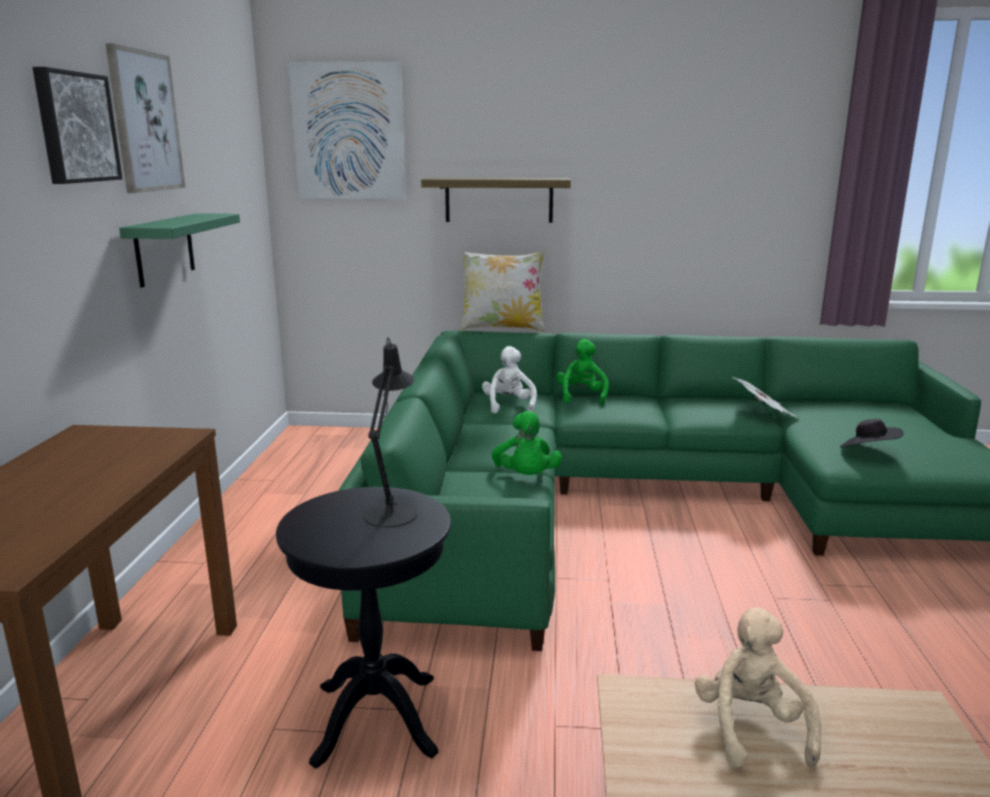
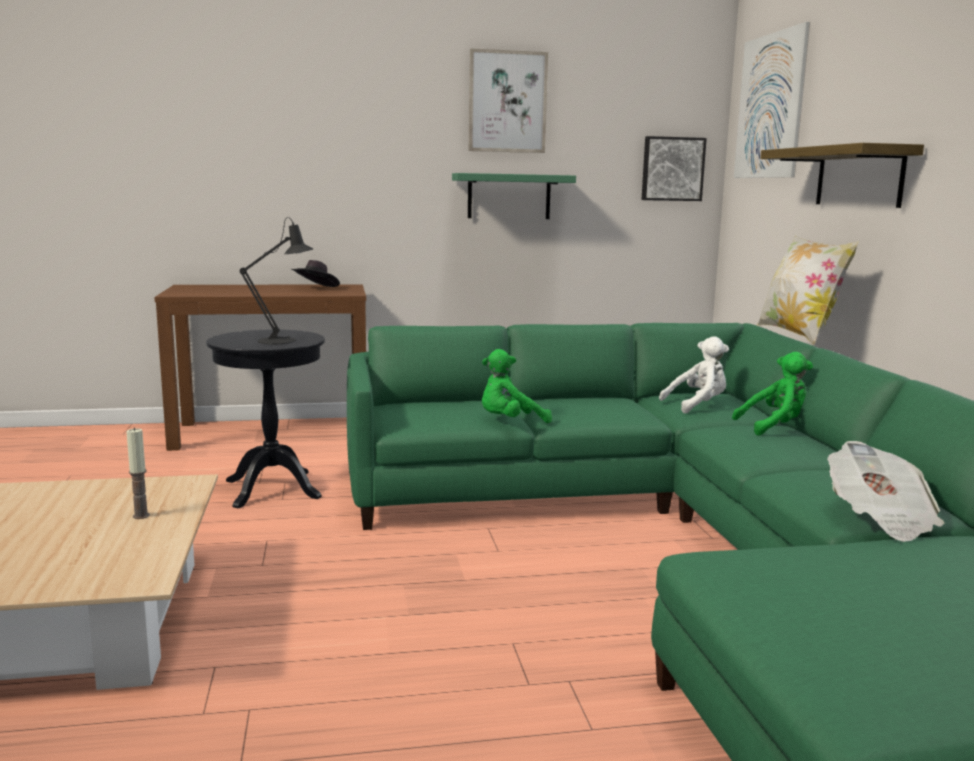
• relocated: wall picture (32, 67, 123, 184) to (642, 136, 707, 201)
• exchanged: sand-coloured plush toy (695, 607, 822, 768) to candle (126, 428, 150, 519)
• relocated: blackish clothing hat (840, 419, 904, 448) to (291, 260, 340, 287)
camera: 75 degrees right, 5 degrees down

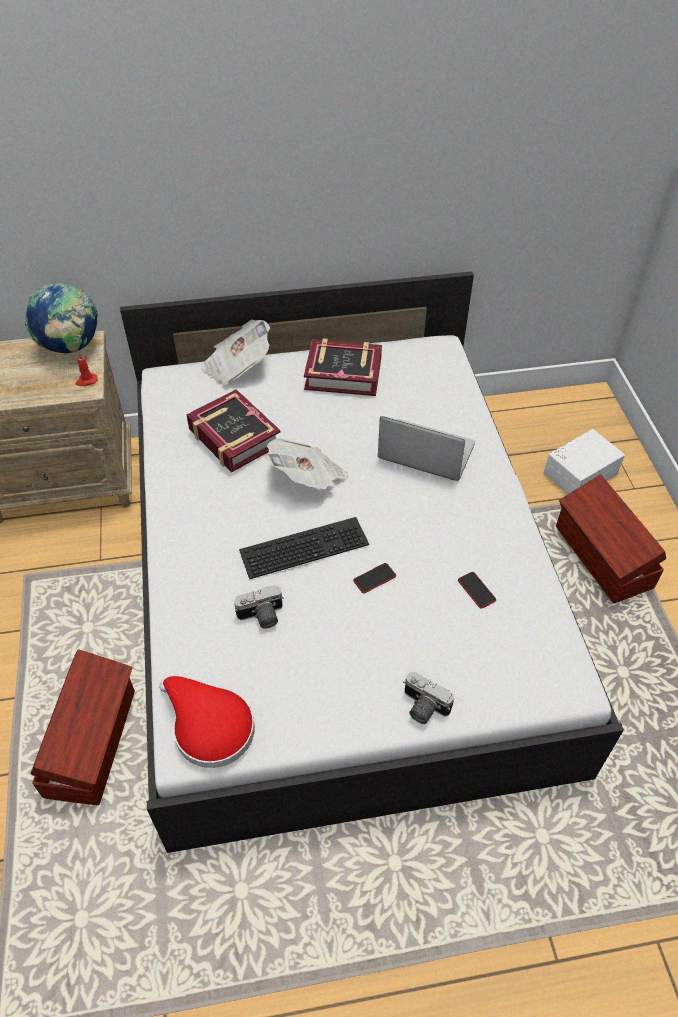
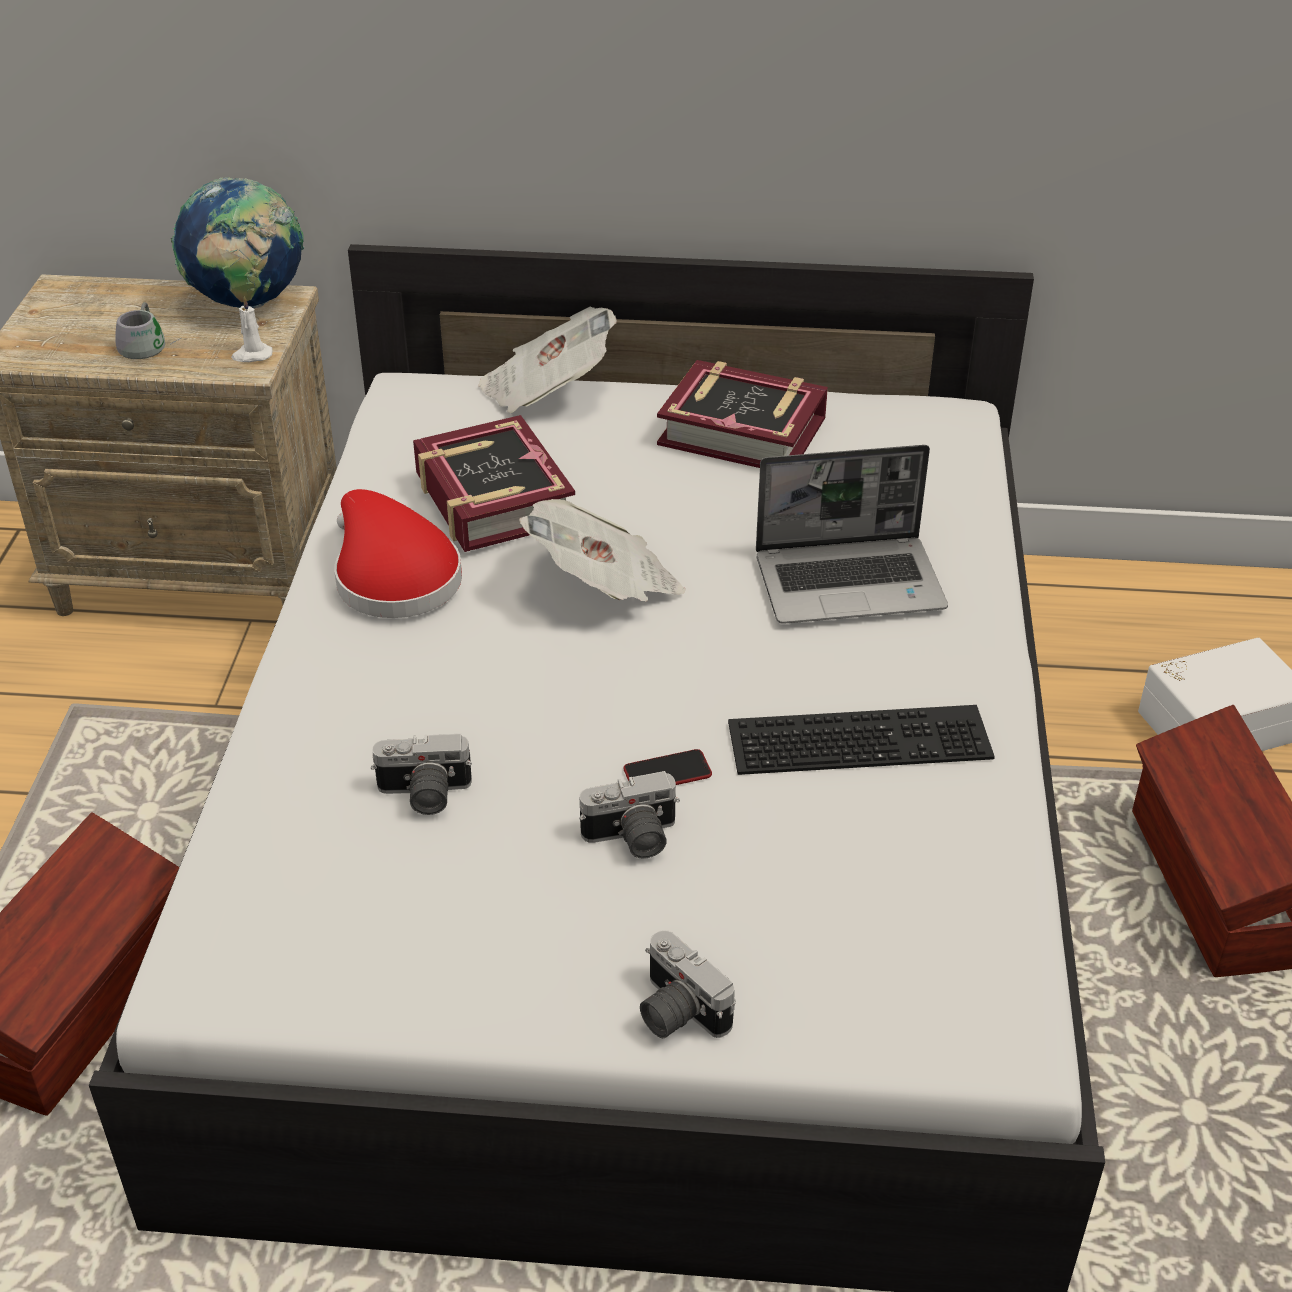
• colour: red candle (76, 353, 98, 386) to whitish candle (231, 296, 273, 362)
• relocated: red clothing hat (159, 676, 255, 768) to (334, 489, 462, 618)
• relocated: computer keyboard (239, 517, 369, 579) to (728, 705, 995, 775)
• spun: notebook computer (378, 416, 475, 481) = (756, 445, 948, 624) 135 degrees clockwise
• missing: phone (458, 572, 496, 609)
• appeared: greyish mug (115, 302, 181, 359)
• appeared: photo camera (579, 771, 680, 859)
camera: 15 degrees right, 10 degrees down

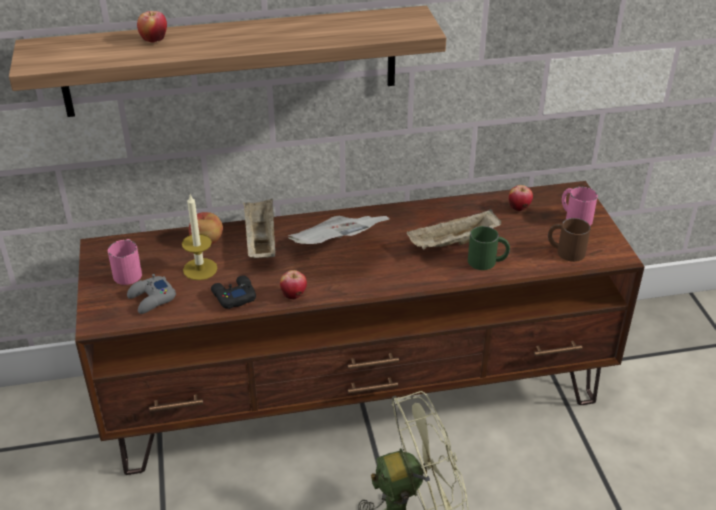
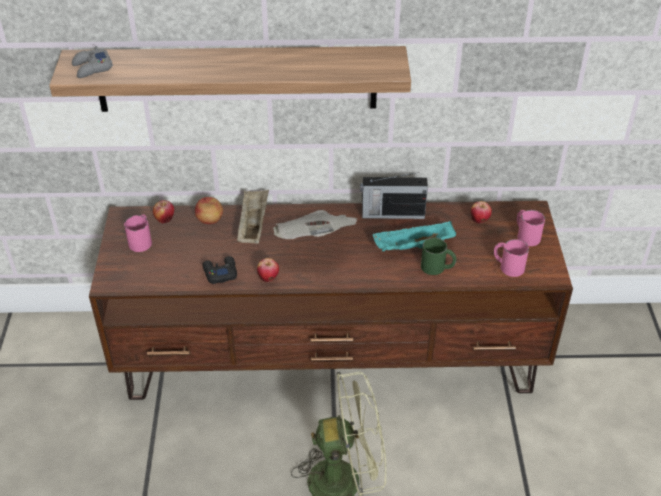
• relocated: greyish gamepad (127, 274, 176, 314) to (72, 46, 113, 78)
• relocated: apple fruit (137, 11, 167, 43) to (153, 200, 174, 223)
• missing: candle (182, 195, 218, 280)
• colour: sand-coloured serving tray (407, 209, 501, 250) to turquoise serving tray (373, 221, 456, 251)
• colour: brown mug (548, 218, 591, 262) to pinkish mug (494, 239, 529, 277)
• appeared: radio set (360, 172, 428, 219)
camera: 10 degrees right, 5 degrees up

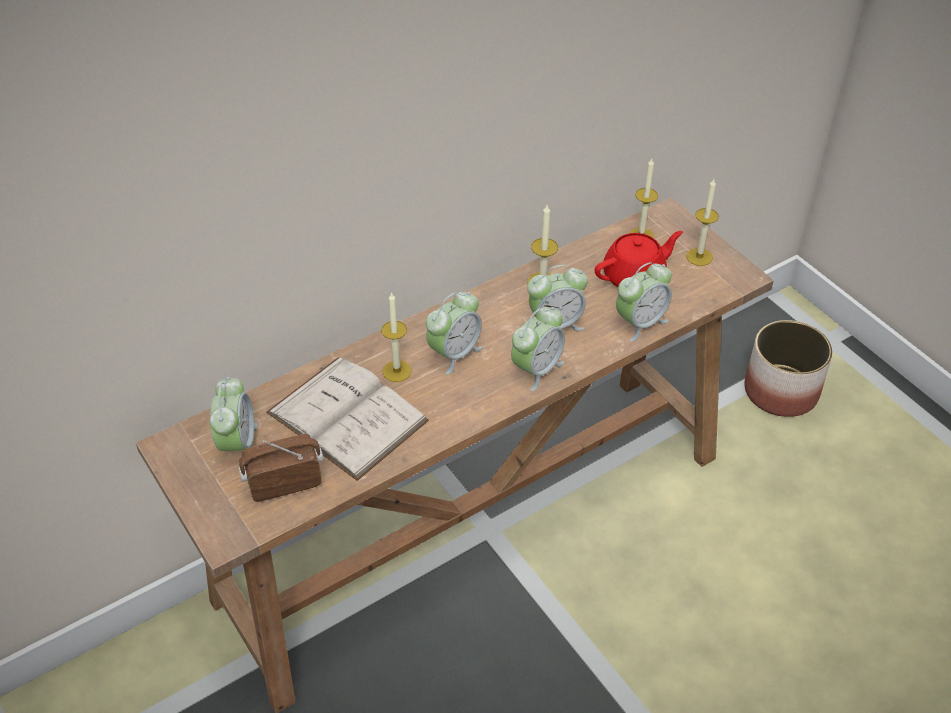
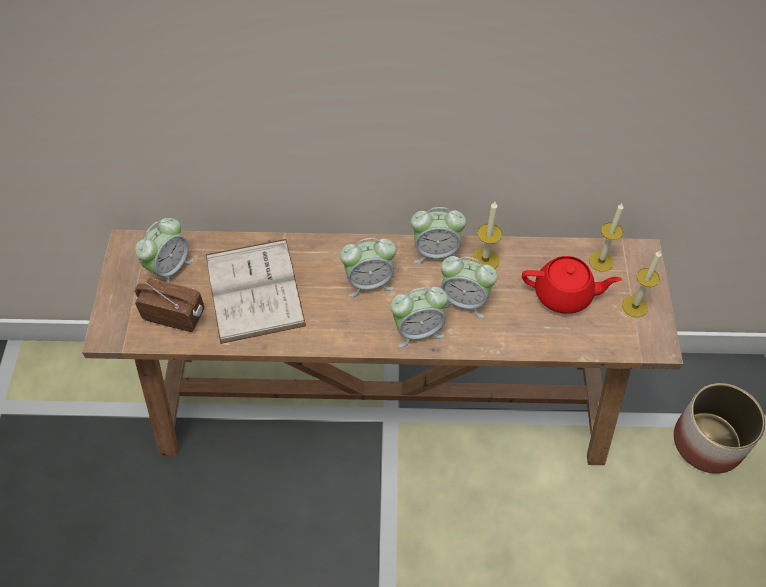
• missing: candle (381, 292, 412, 382)
• relocated: alarm clock (616, 262, 672, 342) to (411, 207, 466, 263)
camera: 35 degrees right, 10 degrees up

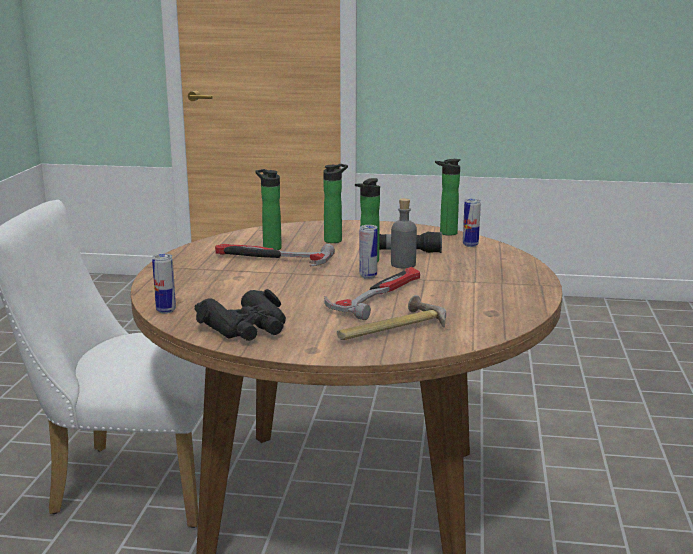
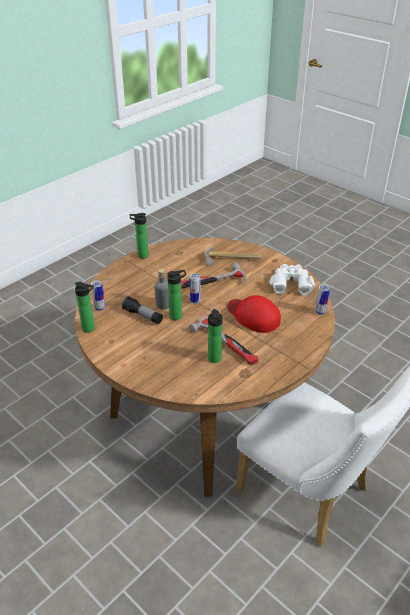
• colour: blackish pair of binoculars (195, 289, 286, 341) to whitish pair of binoculars (270, 264, 315, 295)
• relocated: drink bottle (323, 164, 348, 243) to (130, 213, 149, 259)
• appeared: red cap (227, 295, 281, 333)
camera: 145 degrees left, 20 degrees up

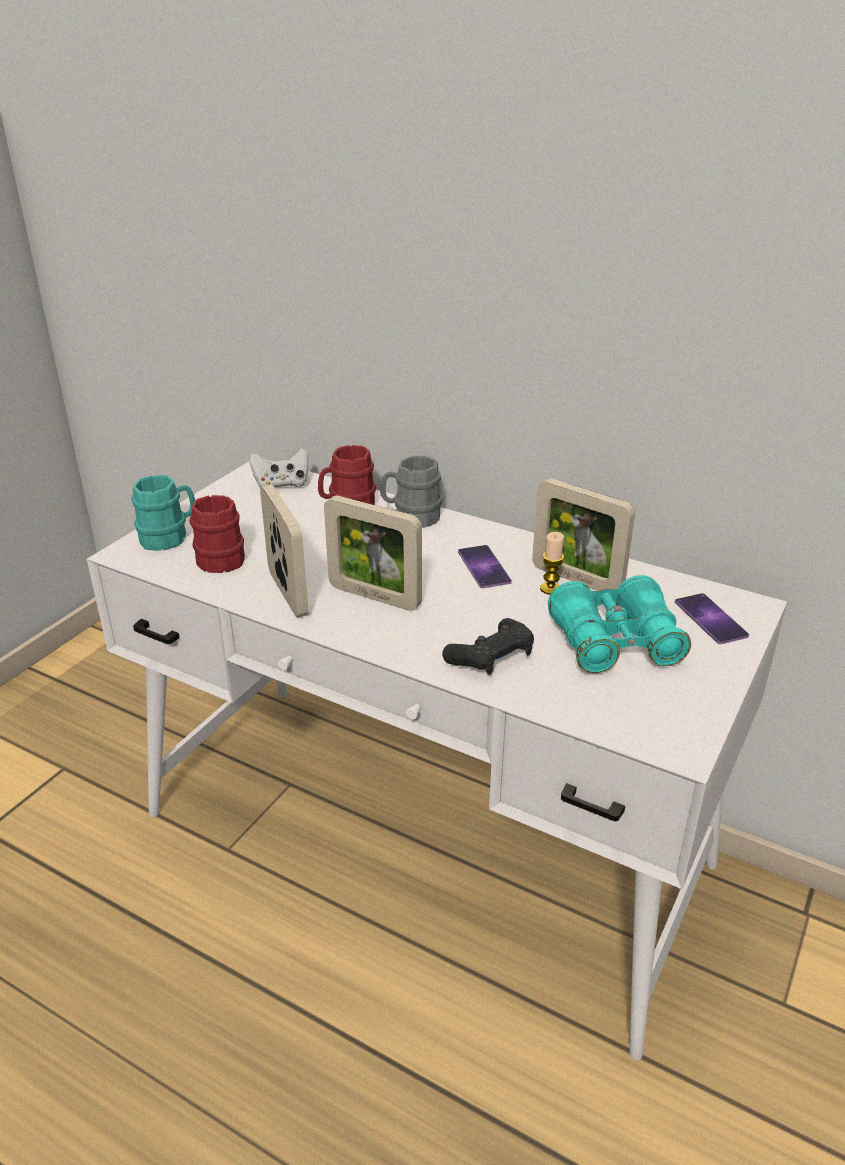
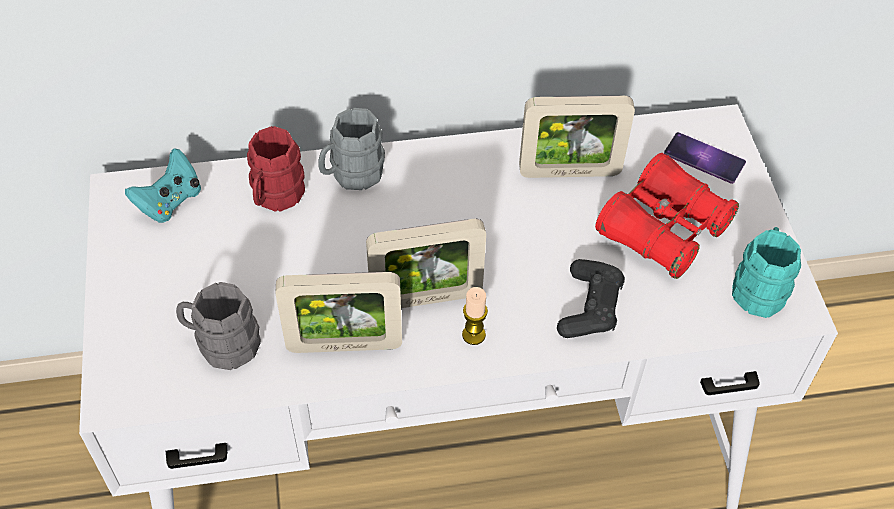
• relocated: turquoise mug (131, 475, 195, 551) to (732, 227, 801, 318)
• colour: red mug (189, 495, 245, 573) to greyish mug (176, 282, 261, 370)
• colour: whitish gamepad (249, 448, 309, 487) to turquoise gamepad (125, 148, 201, 223)
• spun: picture frame (260, 485, 308, 618) = (275, 272, 402, 353) 150 degrees clockwise
• missing: phone (458, 545, 512, 588)
• relocated: candle (540, 532, 564, 595) to (462, 287, 488, 345)
• colour: turquoise pair of binoculars (548, 575, 691, 673) to red pair of binoculars (595, 153, 739, 279)
camera: 40 degrees left, 20 degrees up

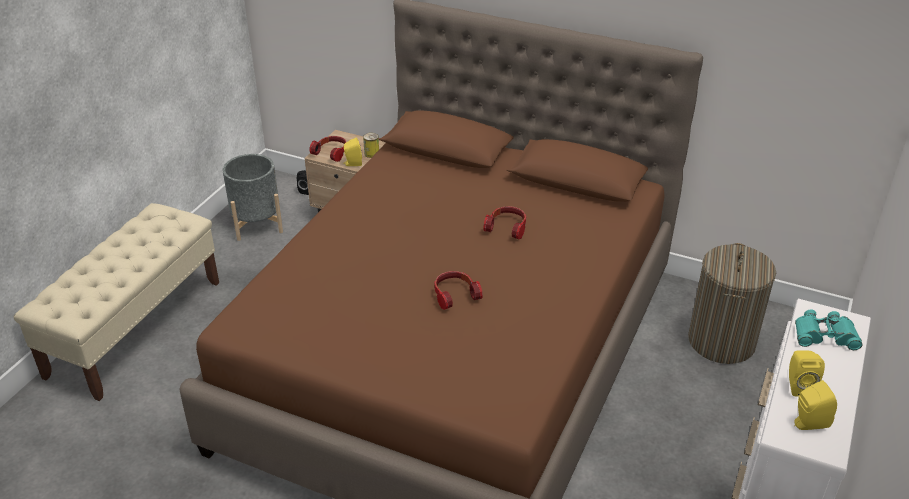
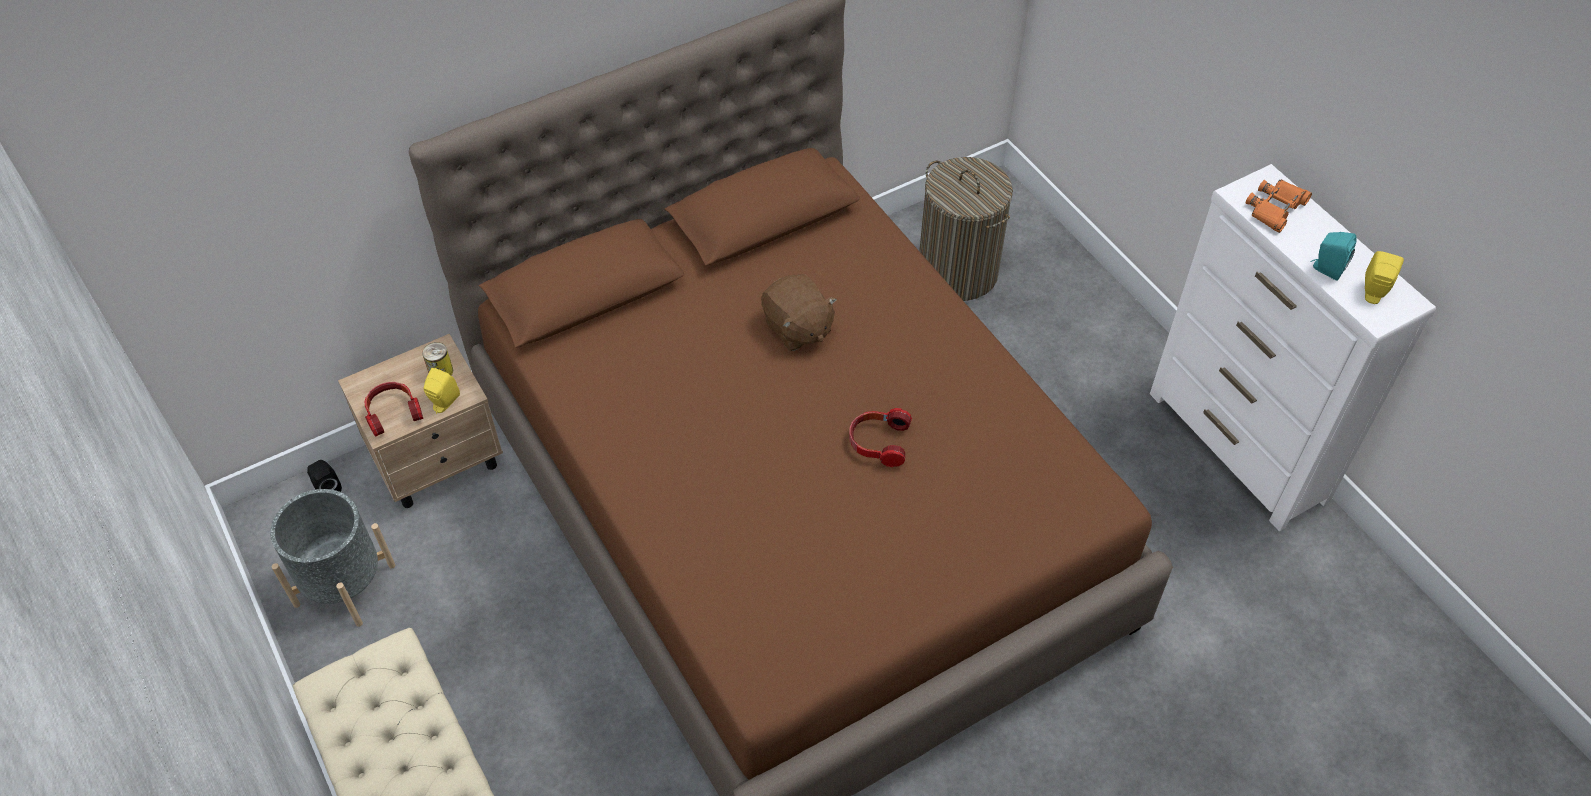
• exchanged: headphones (483, 206, 526, 240) to brown plush toy (761, 274, 837, 351)
• colour: yellow-coloured audio speaker (789, 351, 825, 396) to turquoise audio speaker (1311, 232, 1357, 281)
• colour: turquoise pair of binoculars (795, 309, 862, 350) to orange pair of binoculars (1246, 179, 1312, 233)
camera: 55 degrees left, 15 degrees up

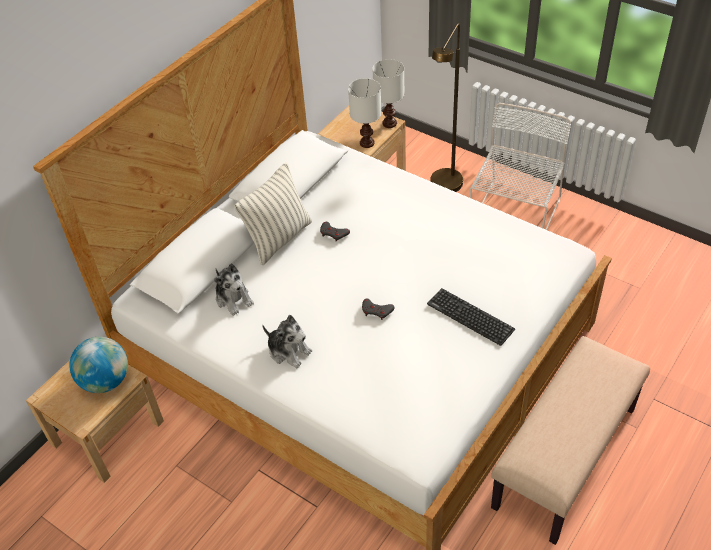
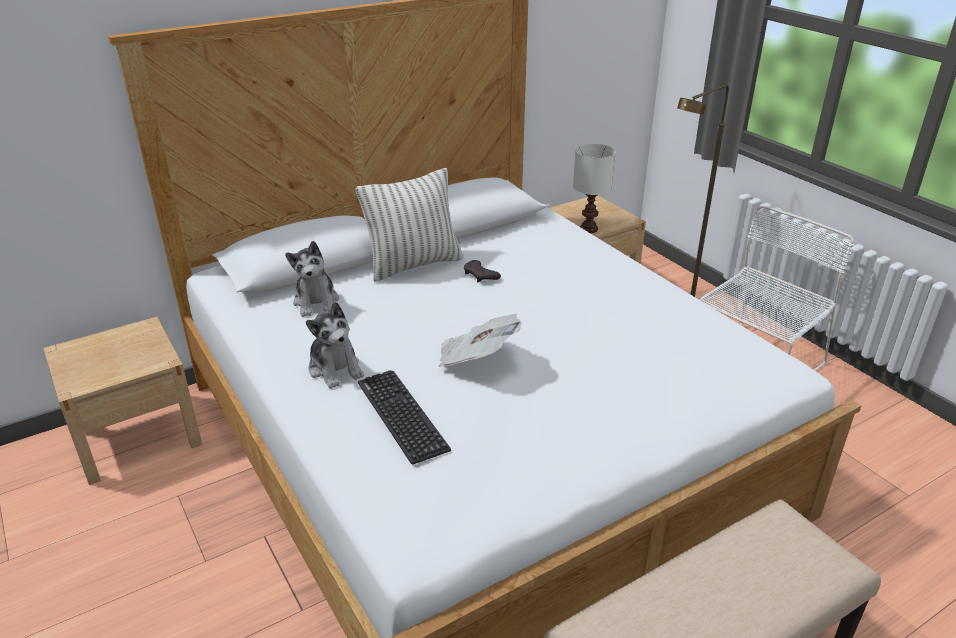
• missing: globe (69, 337, 128, 393)
• exchanged: greyish gamepad (362, 298, 394, 320) to newspaper (438, 314, 522, 367)
• missing: whitish lamp for a table (372, 59, 405, 128)
• relocated: computer keyboard (427, 288, 515, 346) to (358, 370, 451, 464)
camera: 20 degrees right, 15 degrees down

